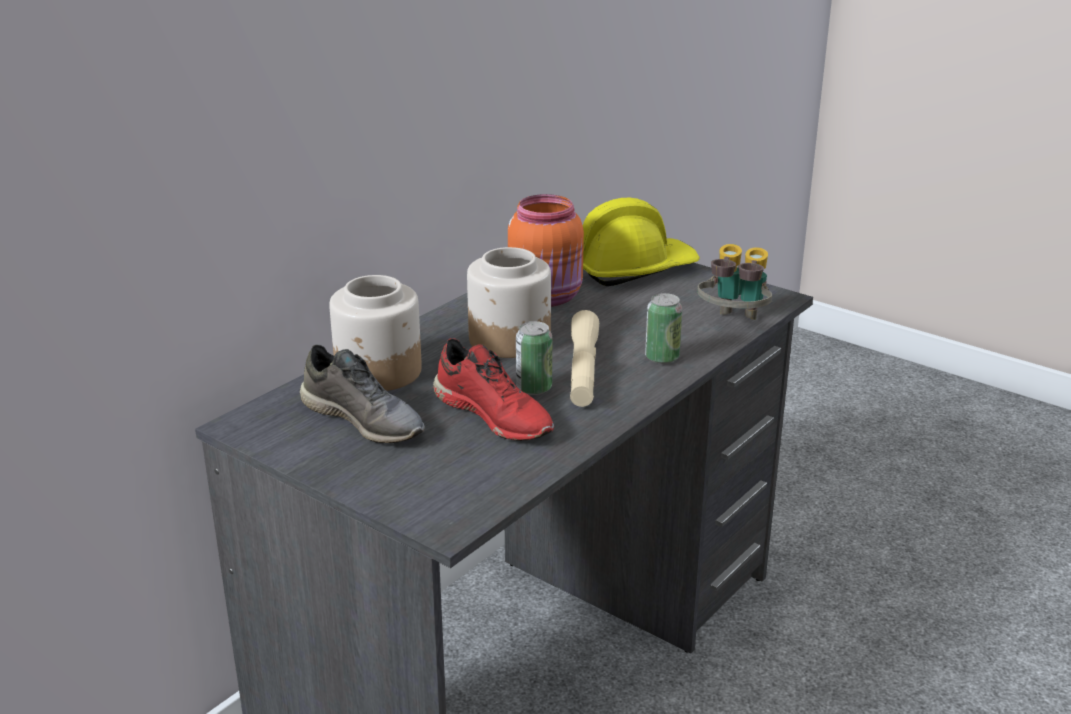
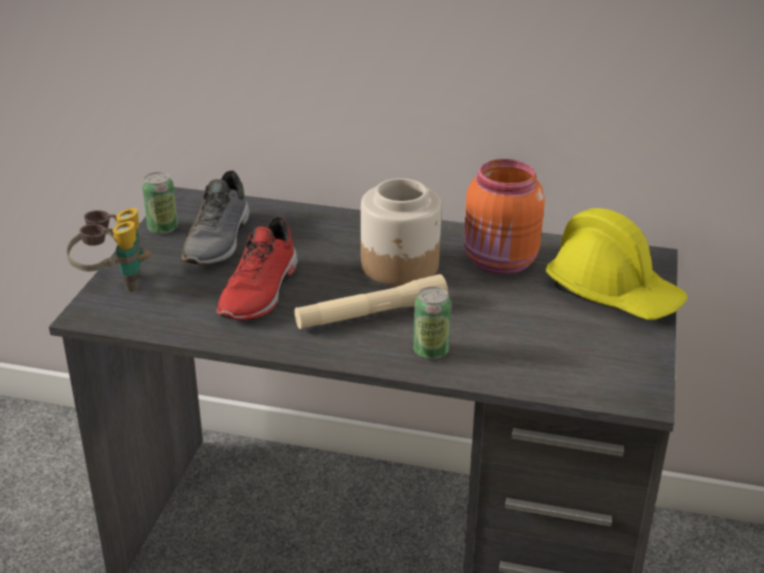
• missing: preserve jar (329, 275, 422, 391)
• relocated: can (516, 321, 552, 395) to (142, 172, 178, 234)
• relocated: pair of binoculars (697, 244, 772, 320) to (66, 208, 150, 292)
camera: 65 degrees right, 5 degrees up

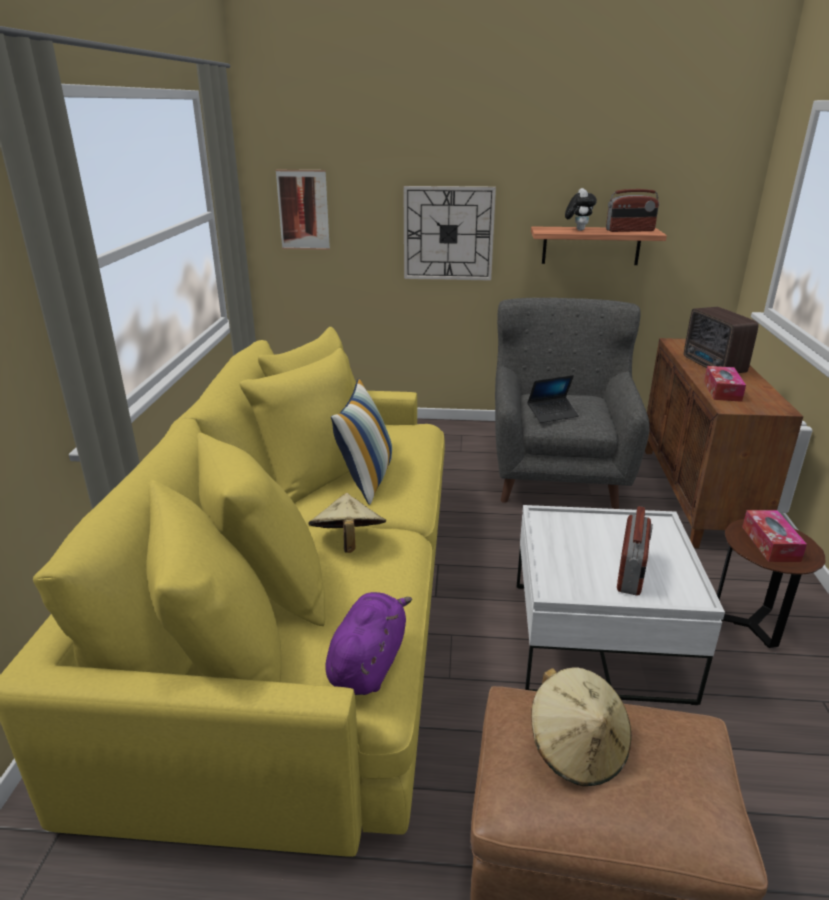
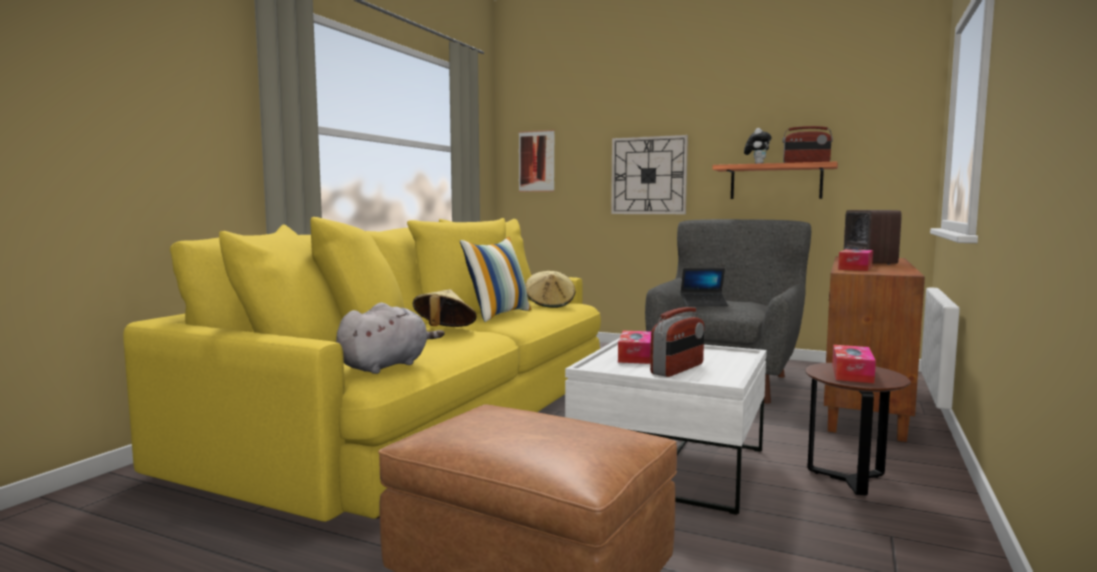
• colour: purplish plush toy (325, 592, 412, 695) to greyish plush toy (336, 303, 445, 374)
• relocated: sand-coloured clothing hat (531, 667, 631, 786) to (525, 271, 575, 308)
• appeared: tissue holder (618, 331, 651, 364)
camera: 20 degrees right, 20 degrees down

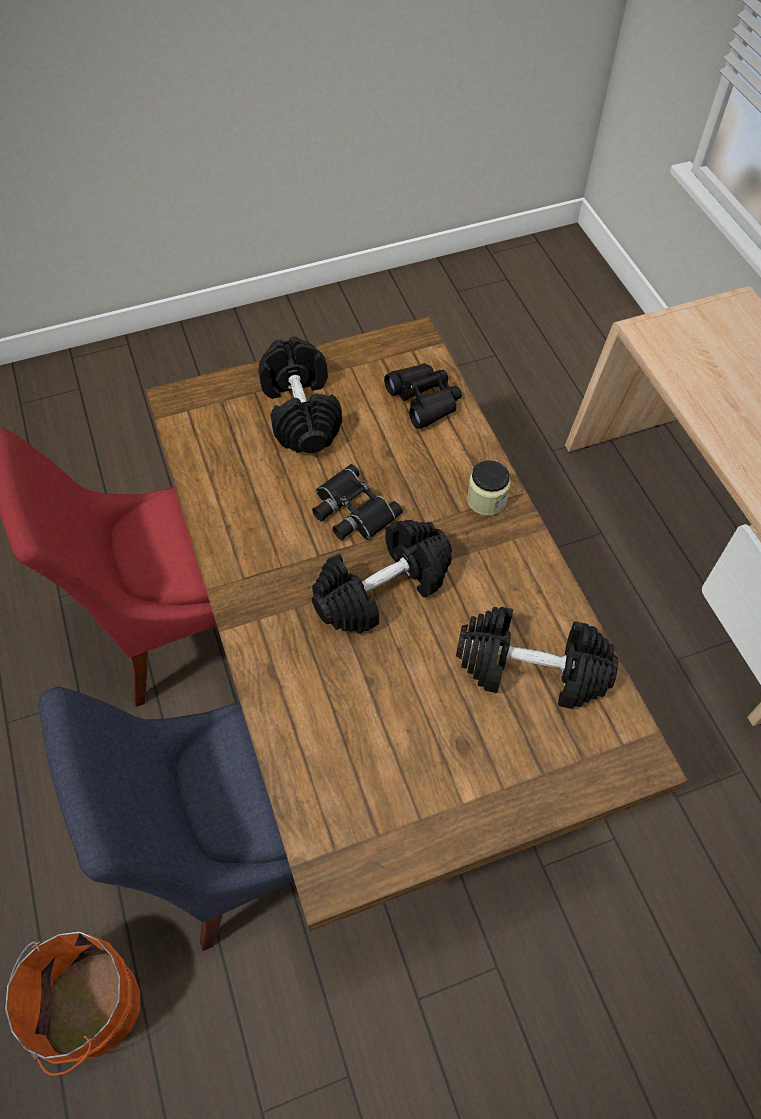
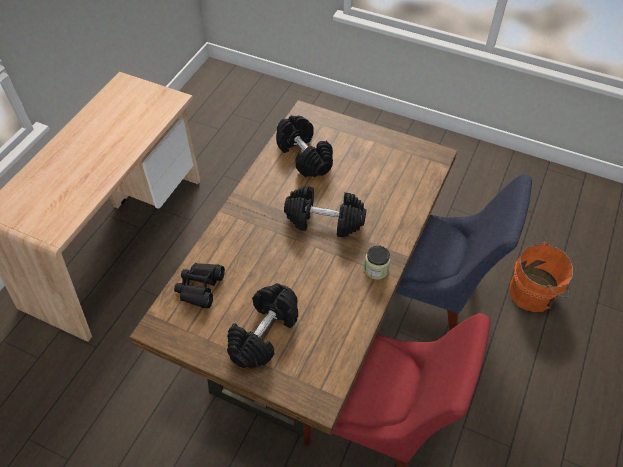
• missing: blackish pair of binoculars (312, 464, 403, 540)
• relocated: preserve jar (467, 460, 511, 516) to (364, 245, 391, 279)
camera: 135 degrees left, 5 degrees down

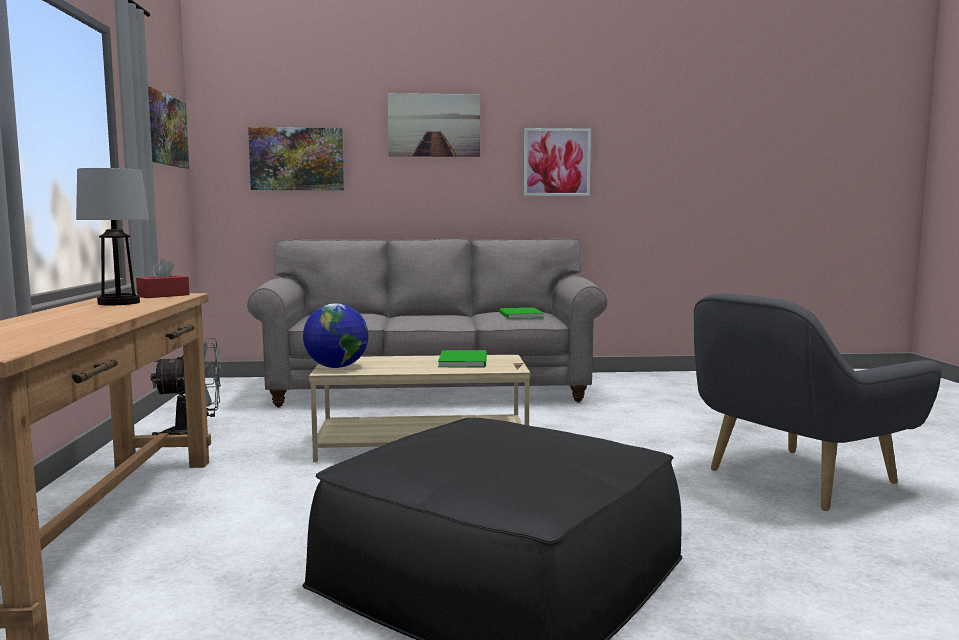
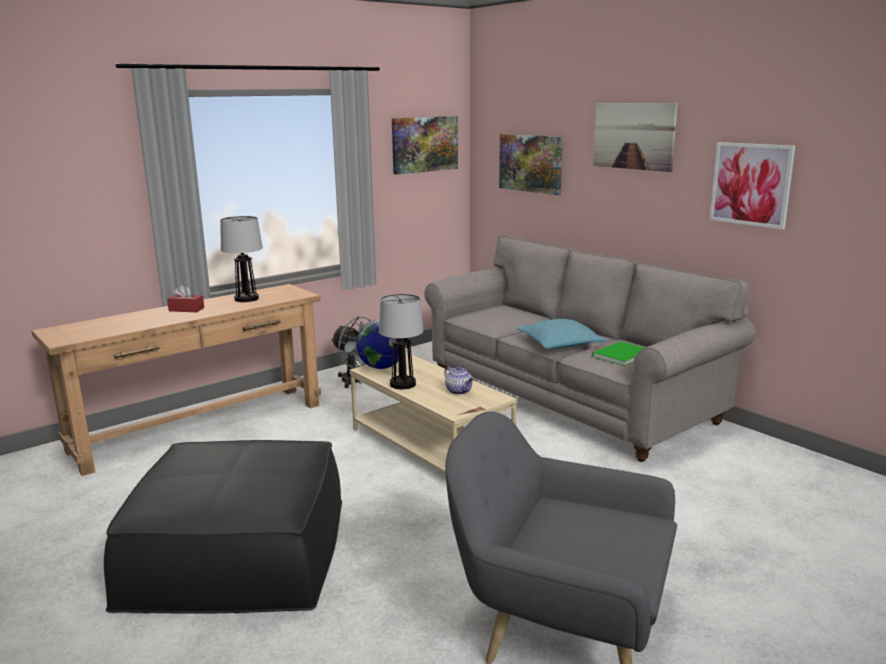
• relocated: red tissue holder (136, 259, 189, 298) to (167, 285, 204, 312)
• exchanged: green-coloured volume (438, 350, 487, 368) to tea pot (444, 366, 474, 395)
• appeared: lamp for a table (379, 294, 424, 389)
• appeared: turquoise pillow (517, 319, 607, 349)
camera: 55 degrees right, 10 degrees up

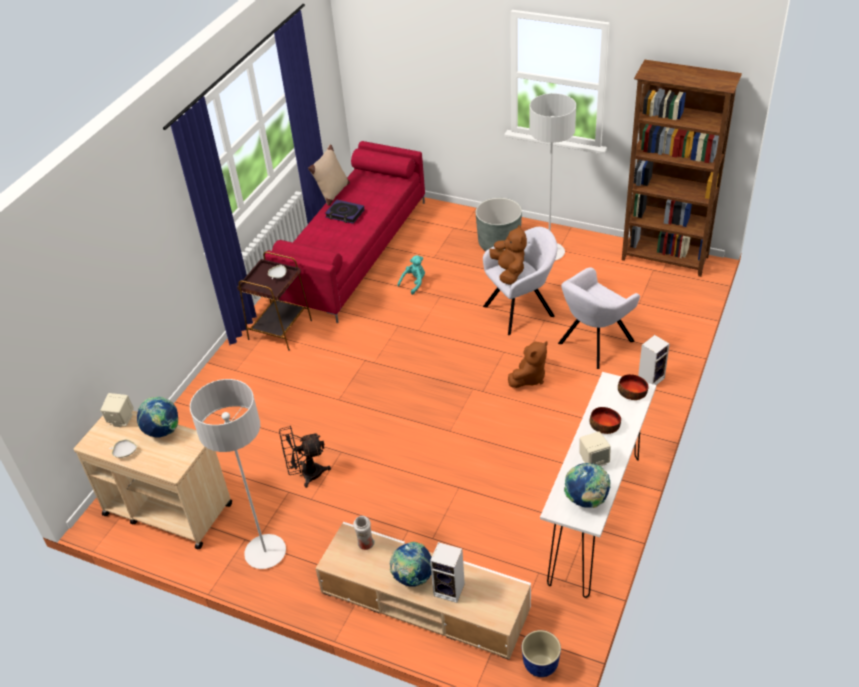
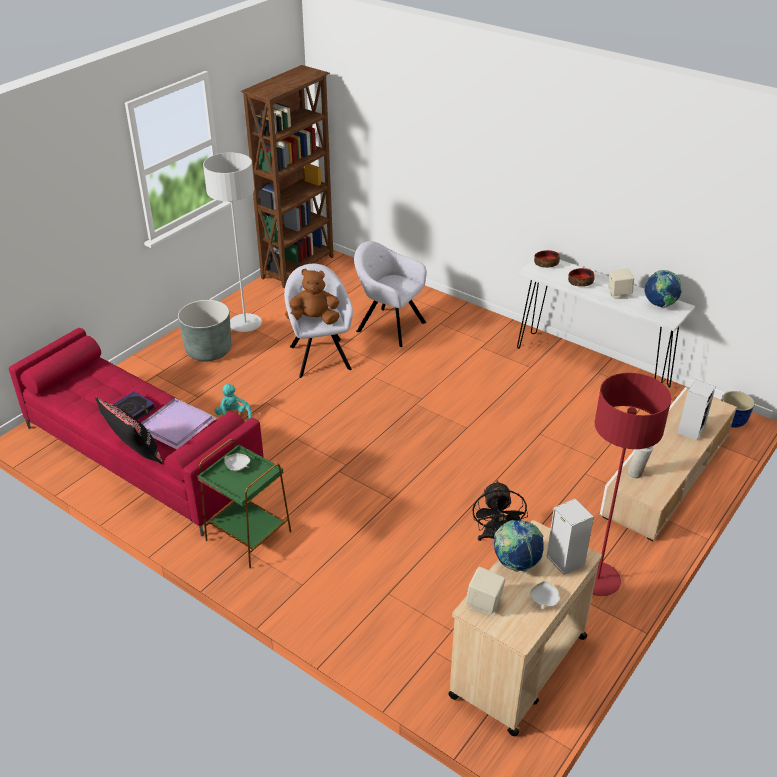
• colour: greyish standing lamp (190, 379, 286, 569) to red standing lamp (592, 373, 671, 596)
• colour: brown accent table (237, 252, 312, 351) to green-coloured accent table (197, 439, 291, 569)
• missing: sand-coloured pillow (308, 144, 350, 206)
• missing: globe (390, 542, 432, 587)
• missing: brown plush toy (508, 341, 548, 388)
• spun: greyish easy chair (558, 267, 640, 369) = (354, 241, 427, 347) 150 degrees clockwise
• relocated: audio speaker (638, 335, 670, 385) to (547, 498, 594, 575)
• appeared: blackish pillow (95, 398, 163, 464)
• appeared: purplish serving tray (141, 398, 217, 449)
camera: 80 degrees left, 5 degrees down

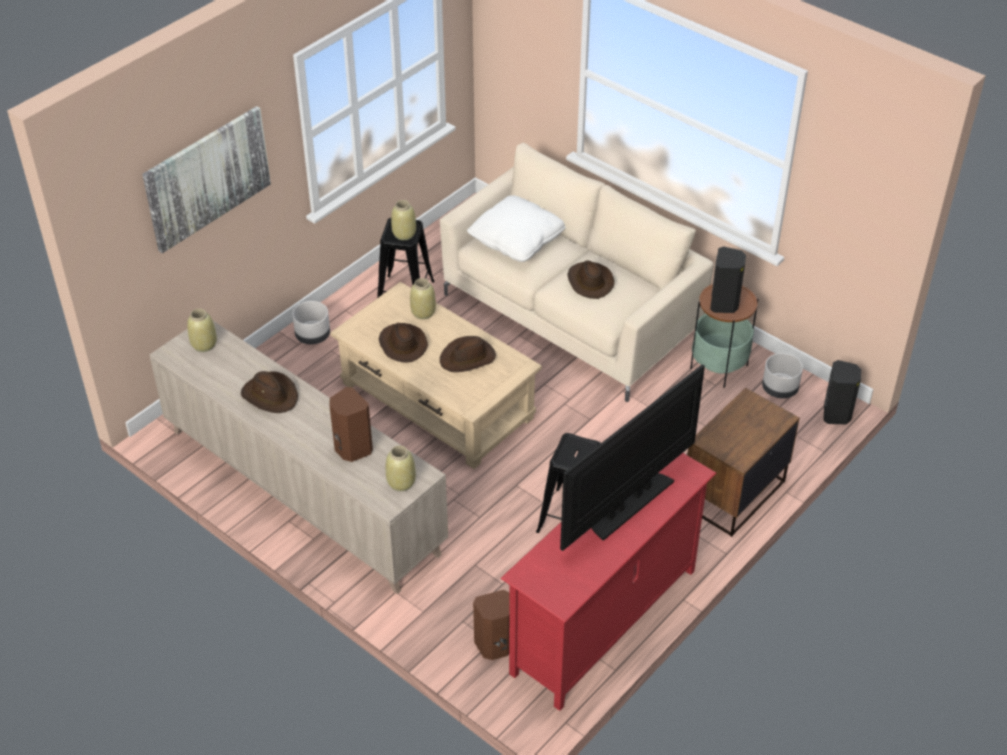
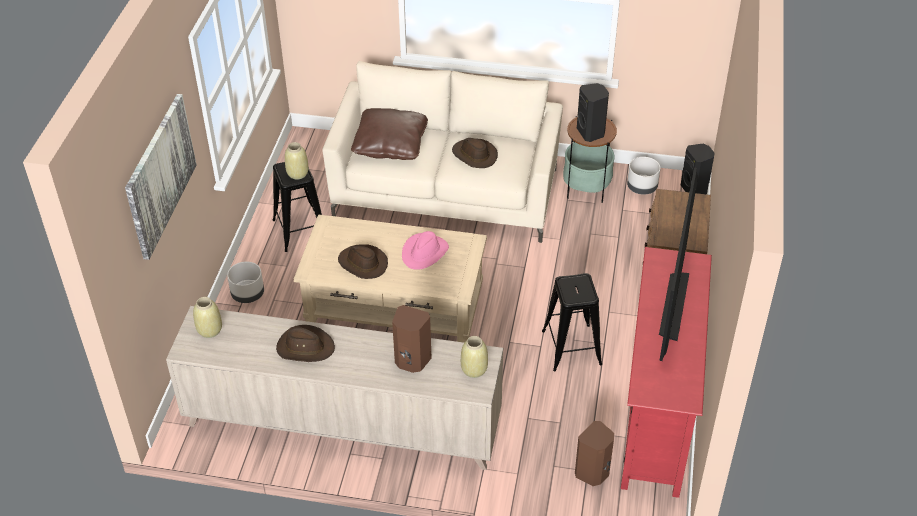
• missing: sand-coloured vase (410, 278, 436, 319)
• colour: brown clothing hat (440, 336, 496, 372) to pinkish clothing hat (402, 231, 449, 269)
• colour: whitish pillow (467, 195, 566, 262) to brown pillow (351, 108, 428, 160)
camera: 30 degrees left, 0 degrees up

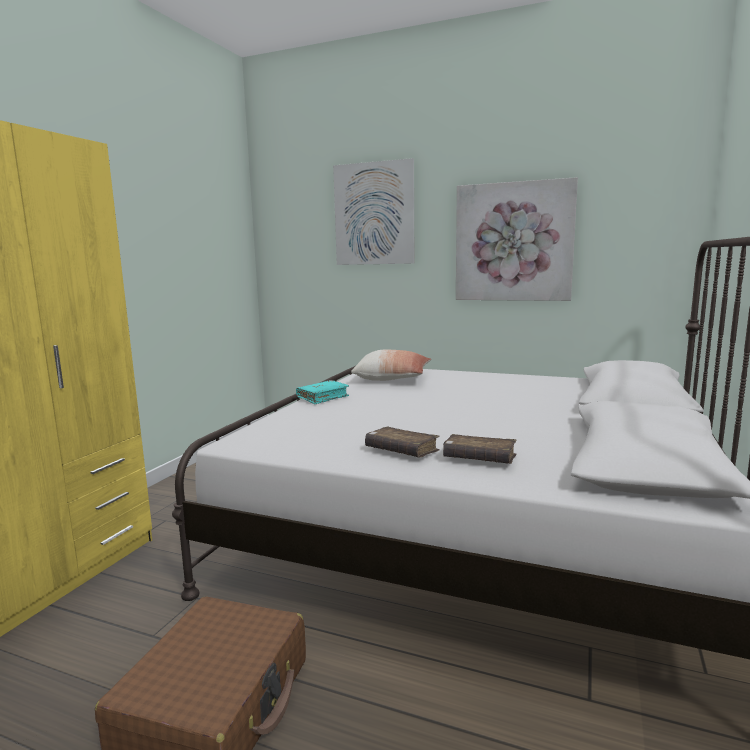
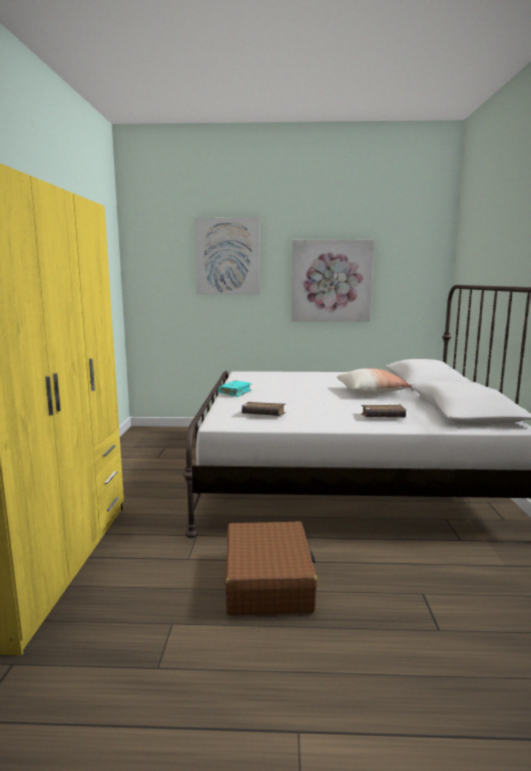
• relocated: pillow (351, 349, 432, 381) to (337, 368, 412, 395)
• relocated: brown volume (365, 426, 440, 457) to (242, 402, 286, 416)
camera: 20 degrees left, 0 degrees up

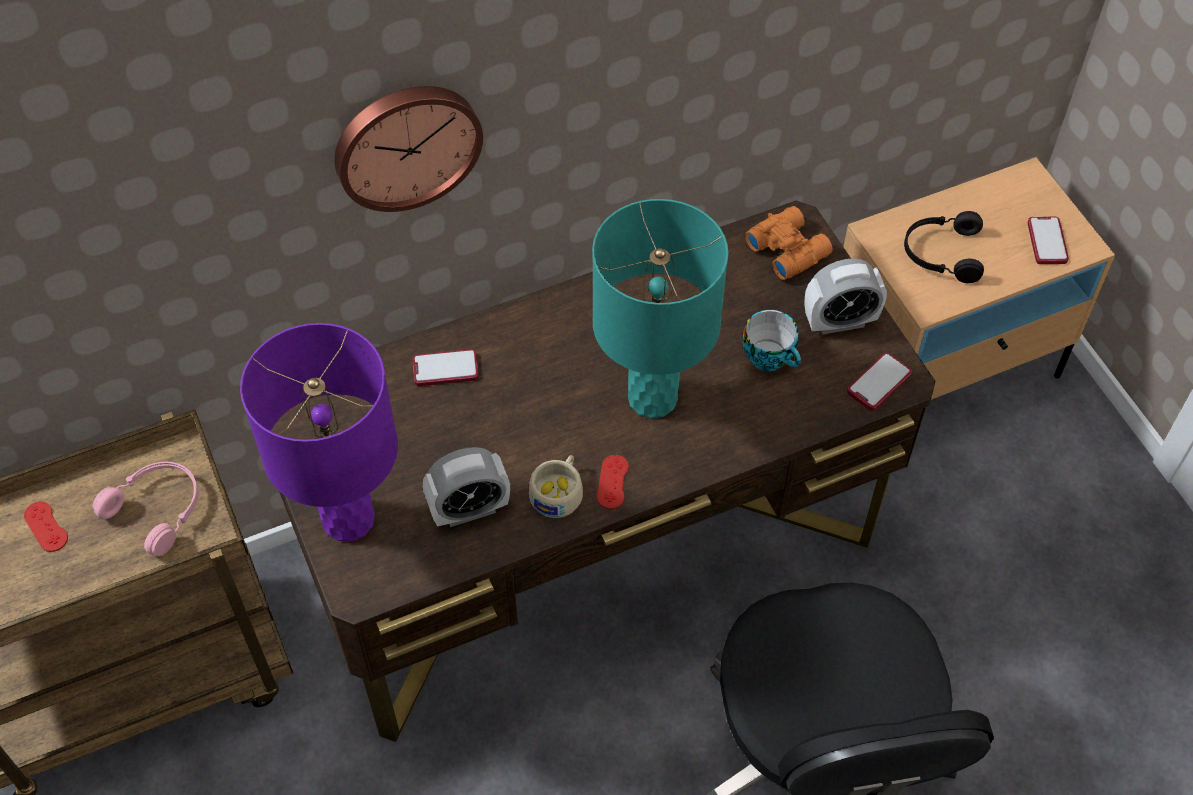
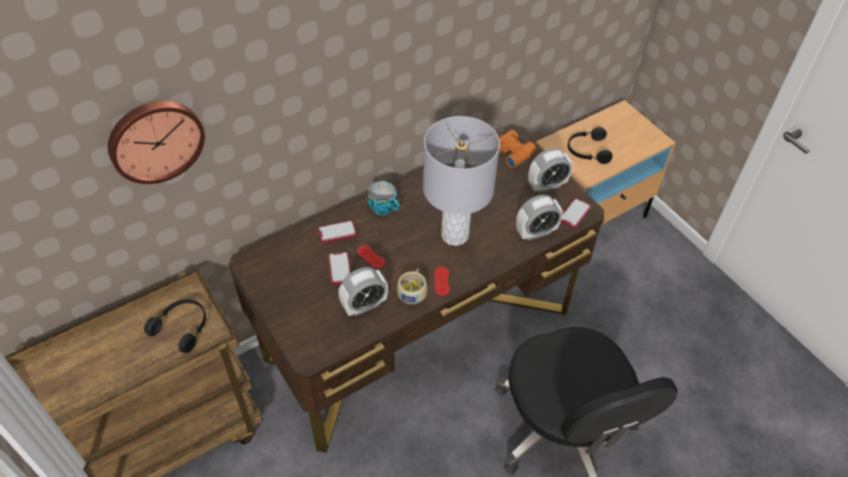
• relocated: red gamepad (24, 502, 68, 552) to (357, 245, 385, 269)
• colour: pinkish headphones (92, 462, 198, 556) to blackish headphones (144, 299, 206, 353)
• missing: purplish lamp for a table (240, 323, 398, 542)
• relocated: hanging clock (334, 86, 483, 212) to (108, 101, 205, 184)
• colour: turquoise lamp for a table (592, 199, 729, 419) to greyish lamp for a table (423, 116, 500, 246)
• relocated: small cup (742, 310, 801, 371) to (367, 181, 400, 215)
• relocated: phone (1027, 217, 1069, 264) to (328, 252, 351, 285)
• appeared: alarm clock (516, 195, 563, 241)
camera: 10 degrees left, 5 degrees down

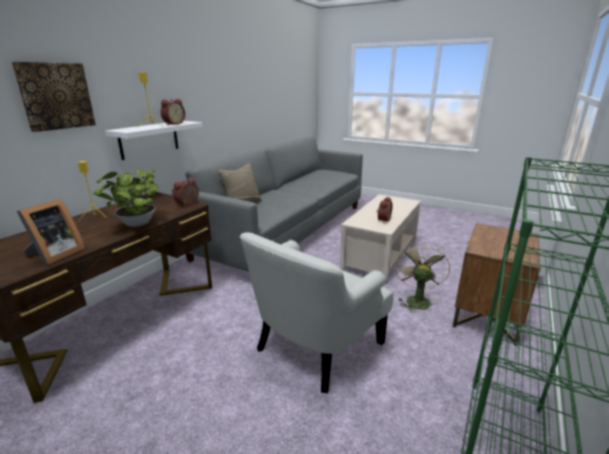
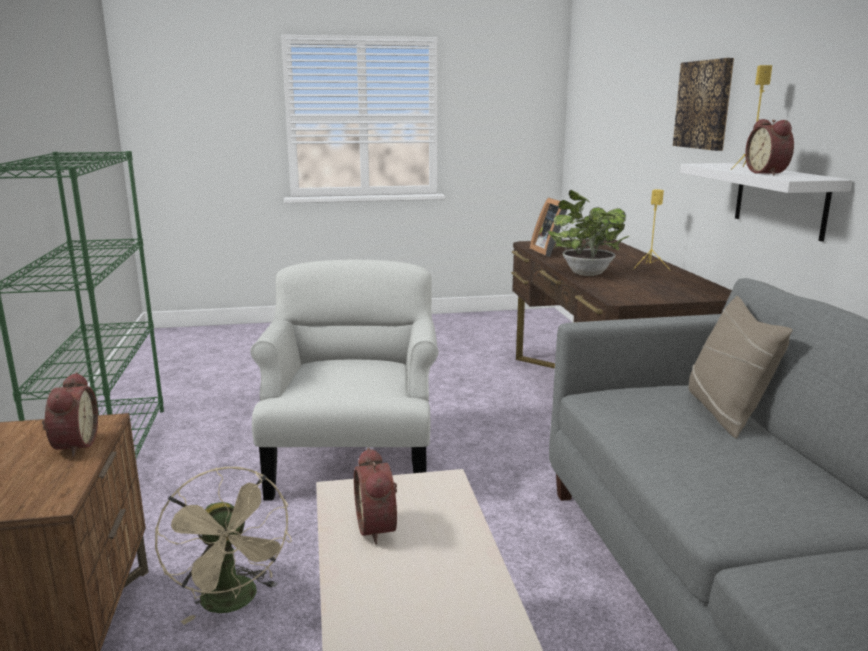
• relocated: alarm clock (173, 178, 199, 207) to (42, 372, 98, 457)
camera: 140 degrees right, 5 degrees down

